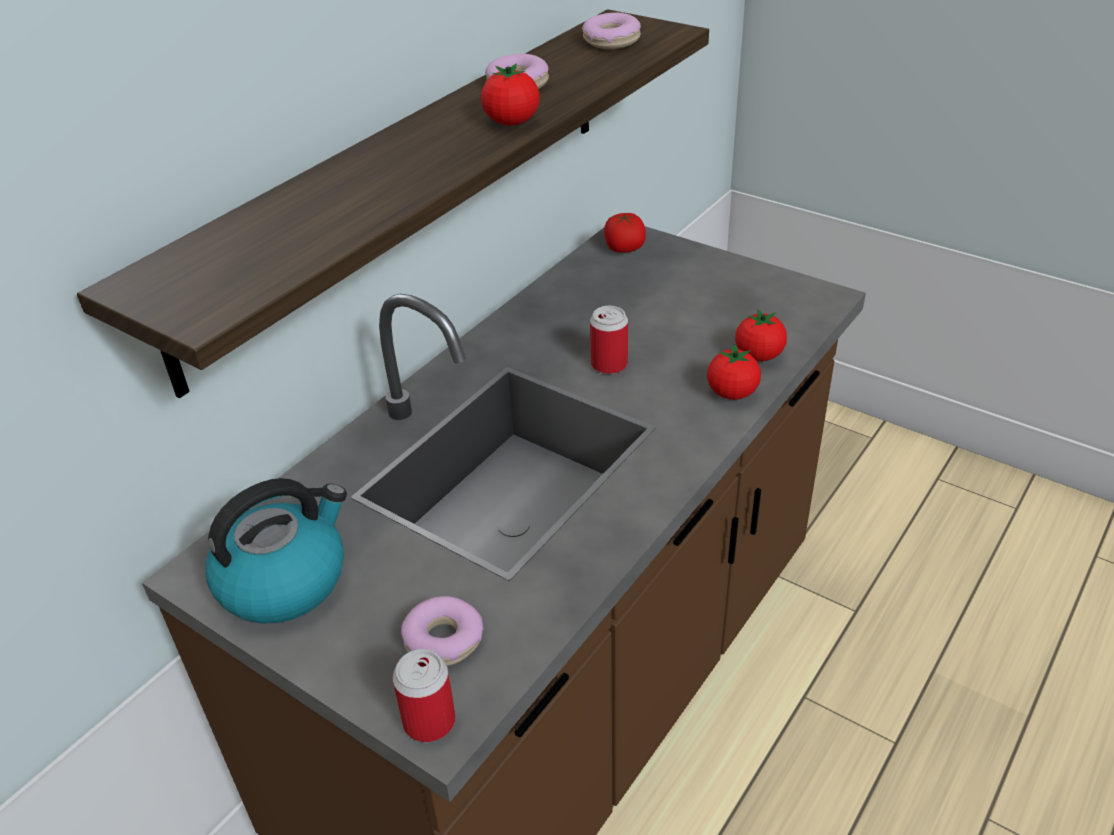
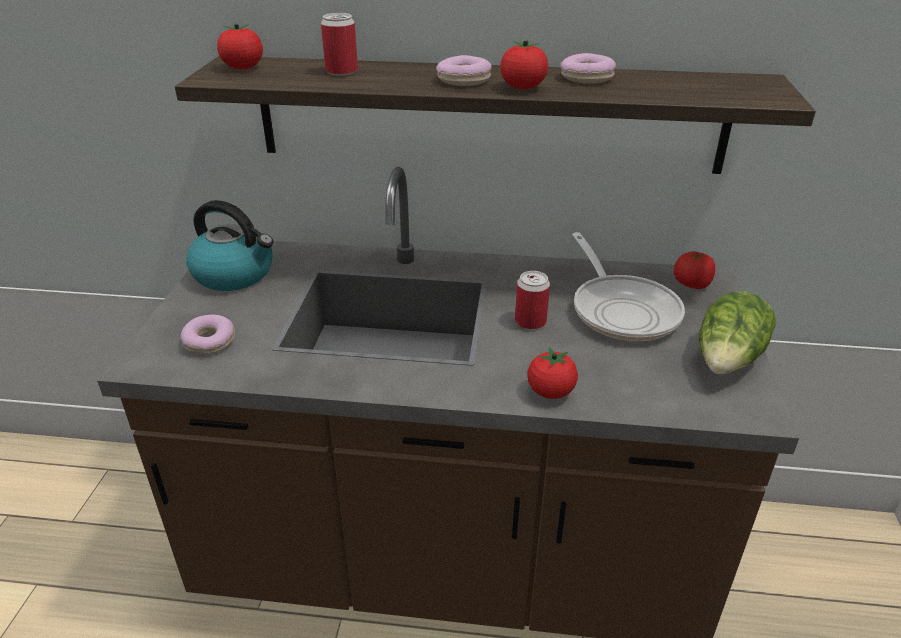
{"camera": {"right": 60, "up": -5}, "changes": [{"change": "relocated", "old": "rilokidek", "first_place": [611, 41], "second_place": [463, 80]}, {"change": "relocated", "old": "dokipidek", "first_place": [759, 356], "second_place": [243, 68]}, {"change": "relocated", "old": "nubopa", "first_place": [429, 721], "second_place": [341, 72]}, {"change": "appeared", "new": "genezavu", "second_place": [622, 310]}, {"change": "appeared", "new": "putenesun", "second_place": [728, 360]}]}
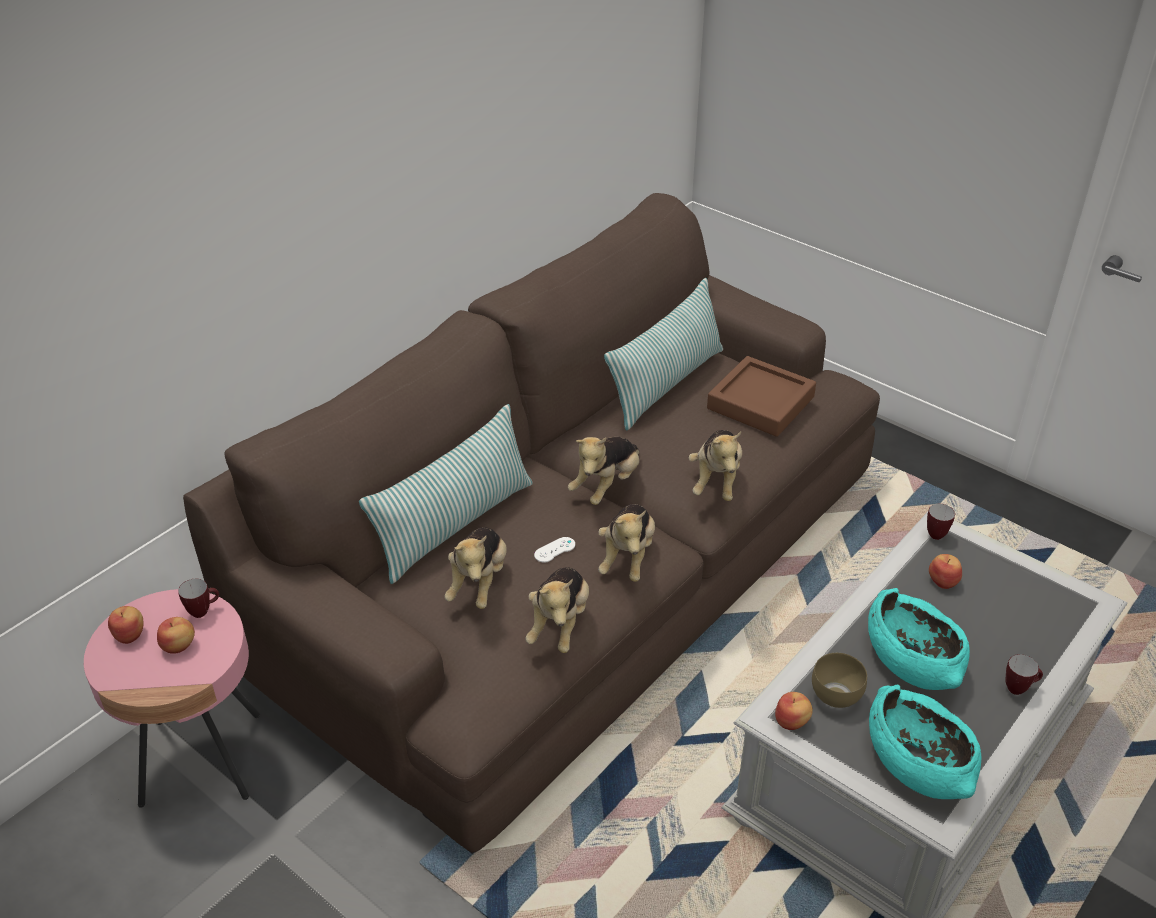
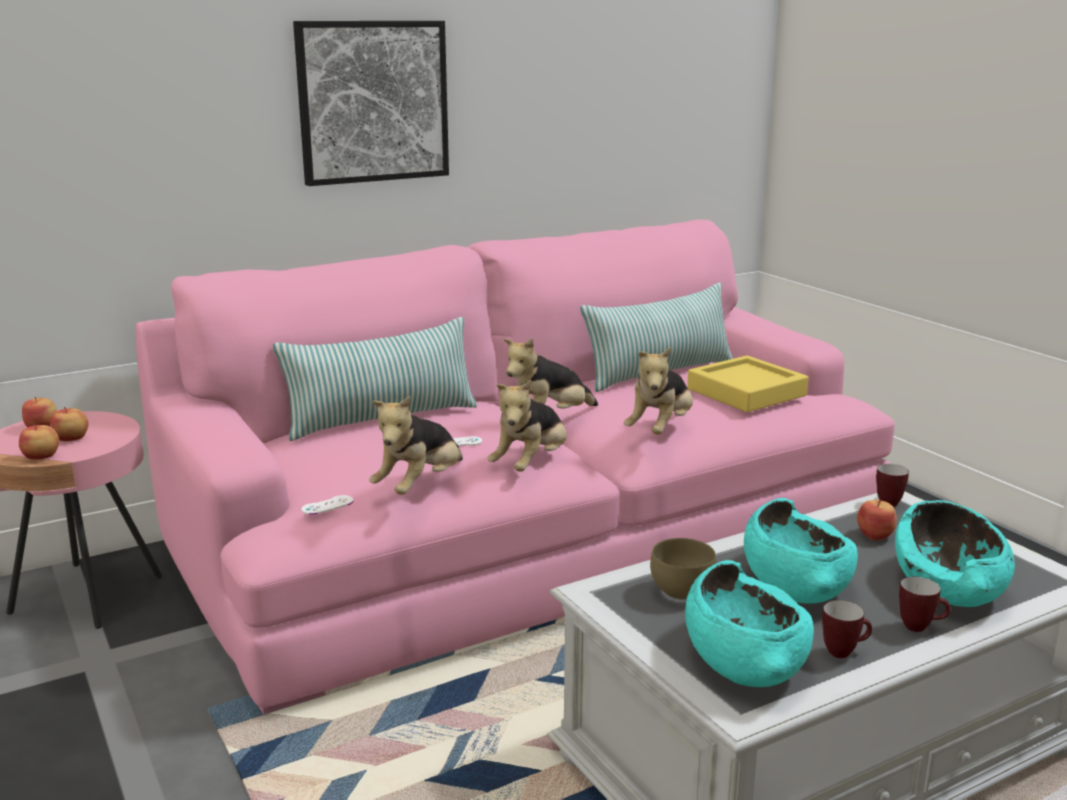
{"camera": {"right": 20, "up": -20}, "changes": [{"change": "colour", "old": "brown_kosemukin", "new": "pink_kosemukin", "first_place": [578, 564], "second_place": [533, 536]}, {"change": "colour", "old": "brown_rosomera", "new": "yellow_rosomera", "first_place": [760, 403], "second_place": [746, 392]}, {"change": "missing", "old": "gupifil", "first_place": [479, 582]}, {"change": "relocated", "old": "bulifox", "first_place": [203, 611], "second_place": [844, 652]}, {"change": "relocated", "old": "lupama", "first_place": [792, 721], "second_place": [41, 457]}, {"change": "appeared", "new": "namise", "second_place": [373, 101]}, {"change": "appeared", "new": "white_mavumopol", "second_place": [327, 505]}, {"change": "appeared", "new": "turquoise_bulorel", "second_place": [949, 586]}]}
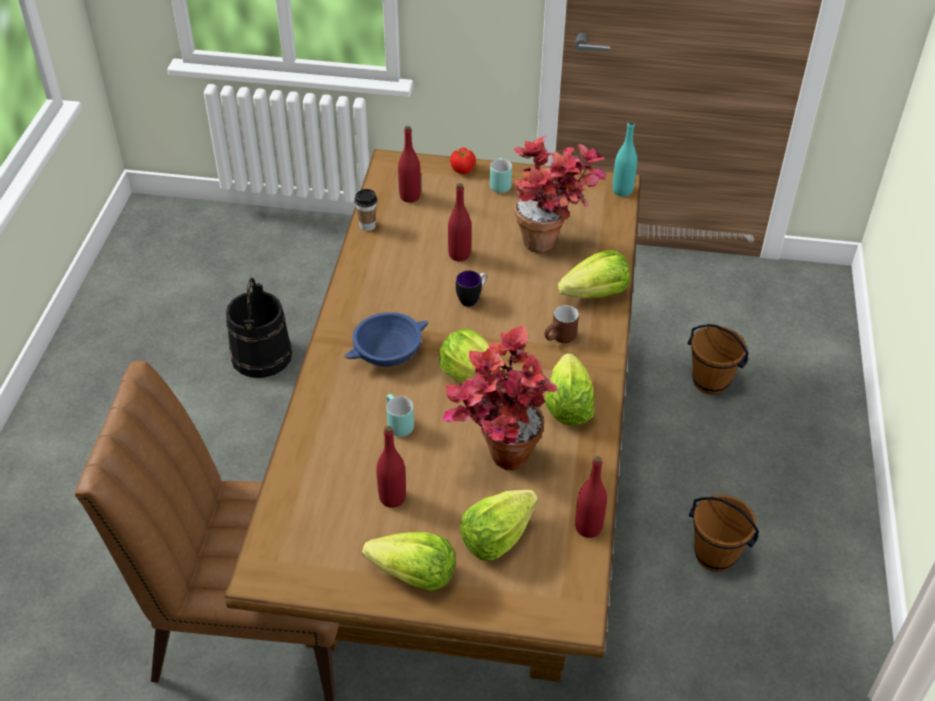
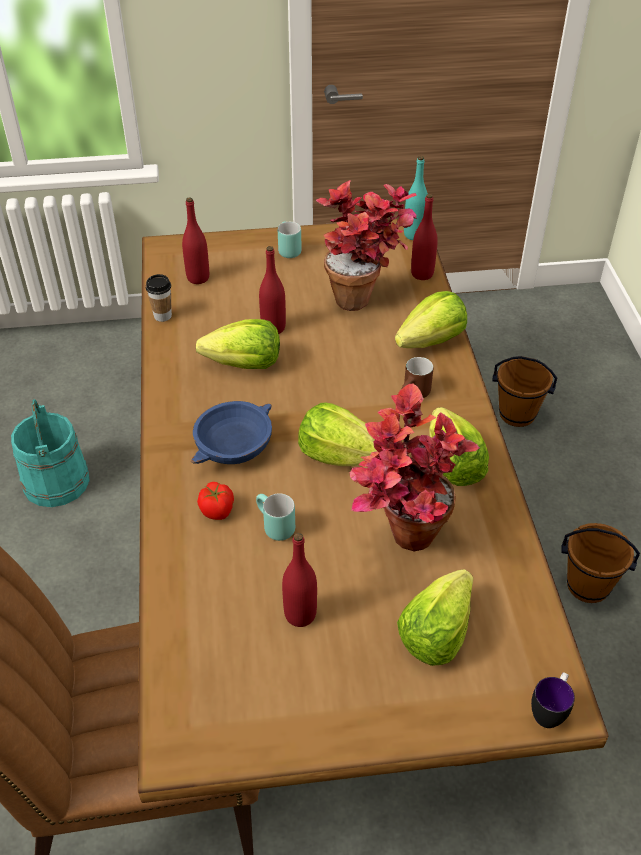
{"camera": {"right": -15, "up": 0}, "changes": [{"change": "relocated", "old": "dokipidek", "first_place": [463, 169], "second_place": [217, 510]}, {"change": "relocated", "old": "bulifox", "first_place": [472, 299], "second_place": [549, 711]}, {"change": "colour", "old": "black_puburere", "new": "turquoise_puburere", "first_place": [261, 355], "second_place": [55, 481]}, {"change": "relocated", "old": "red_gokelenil", "first_place": [588, 527], "second_place": [422, 274]}, {"change": "relocated", "old": "putenesun", "first_place": [414, 575], "second_place": [244, 364]}]}
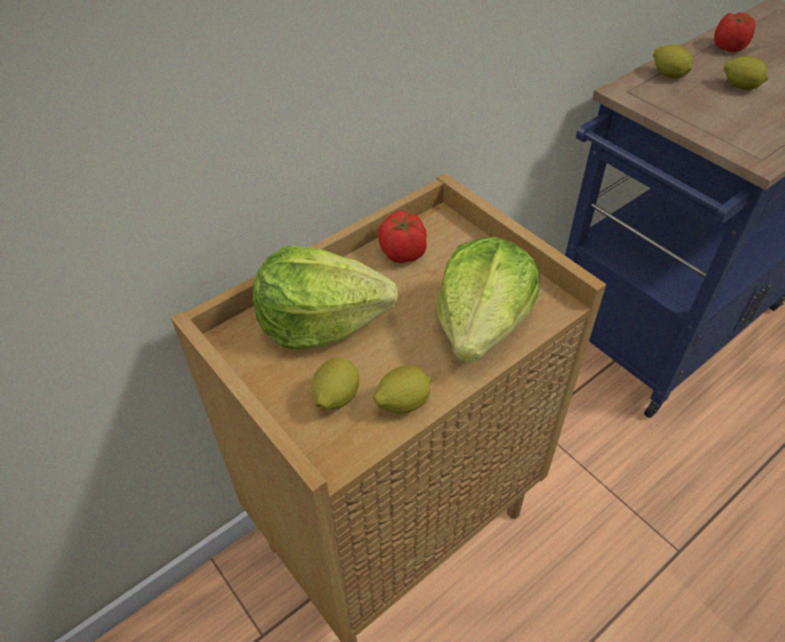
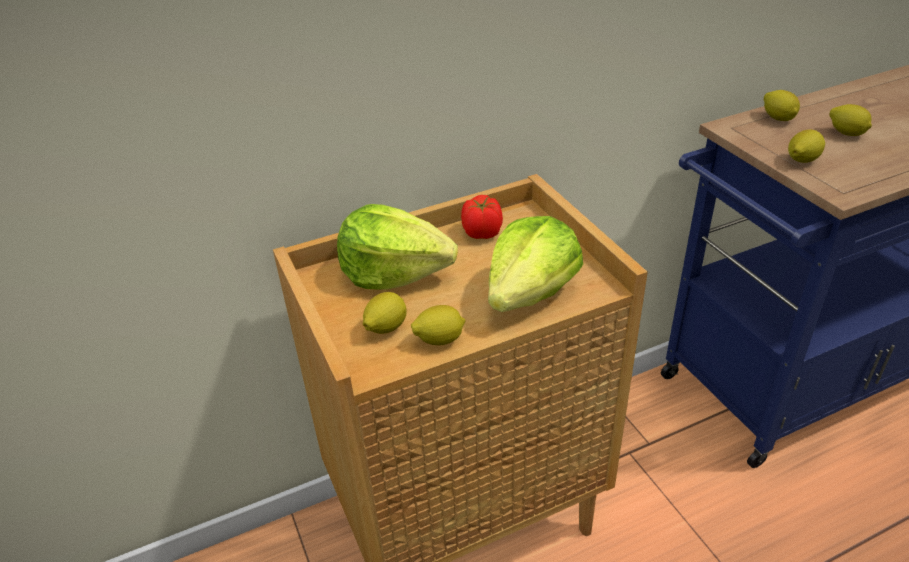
{"camera": {"right": 15, "up": -10}, "changes": [{"change": "missing", "old": "dokipidek", "first_place": [728, 47]}, {"change": "appeared", "new": "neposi", "second_place": [801, 160]}]}
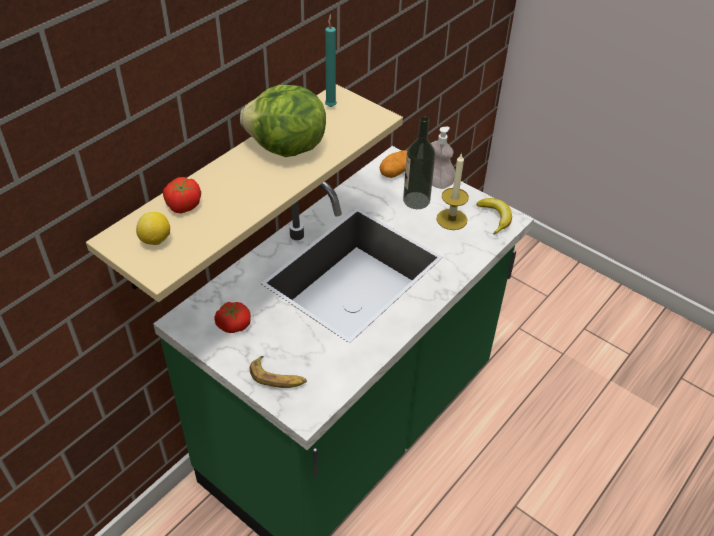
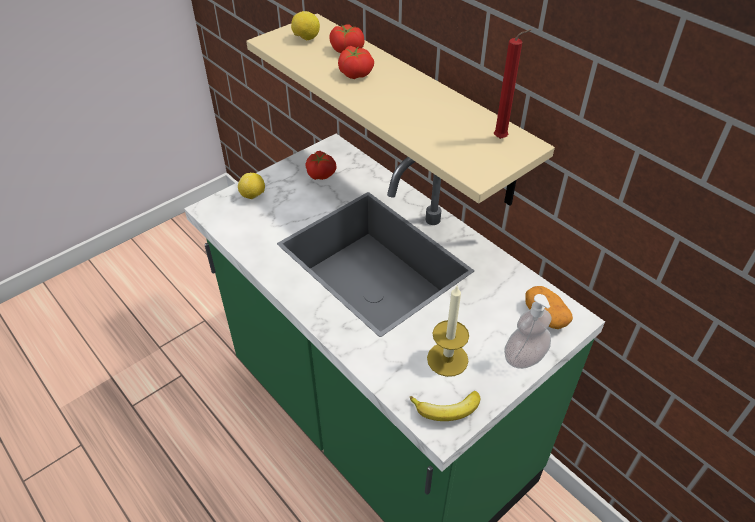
{"camera": {"right": 100, "up": 0}, "changes": [{"change": "colour", "old": "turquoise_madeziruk", "new": "red_madeziruk", "first_place": [331, 106], "second_place": [502, 139]}, {"change": "missing", "old": "putenesun", "first_place": [286, 148]}, {"change": "missing", "old": "gokelenil", "first_place": [416, 200]}, {"change": "exchanged", "old": "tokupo", "new": "neposi", "first_place": [278, 378], "second_place": [253, 196]}, {"change": "appeared", "new": "dokipidek", "second_place": [356, 73]}]}
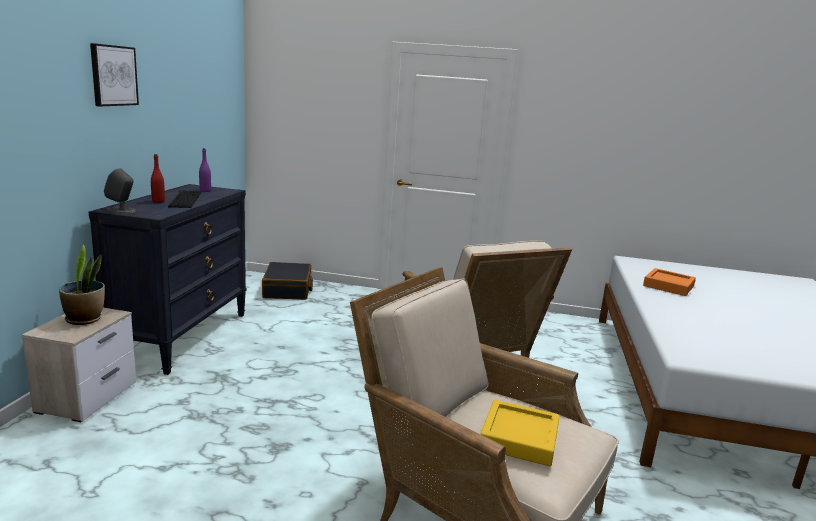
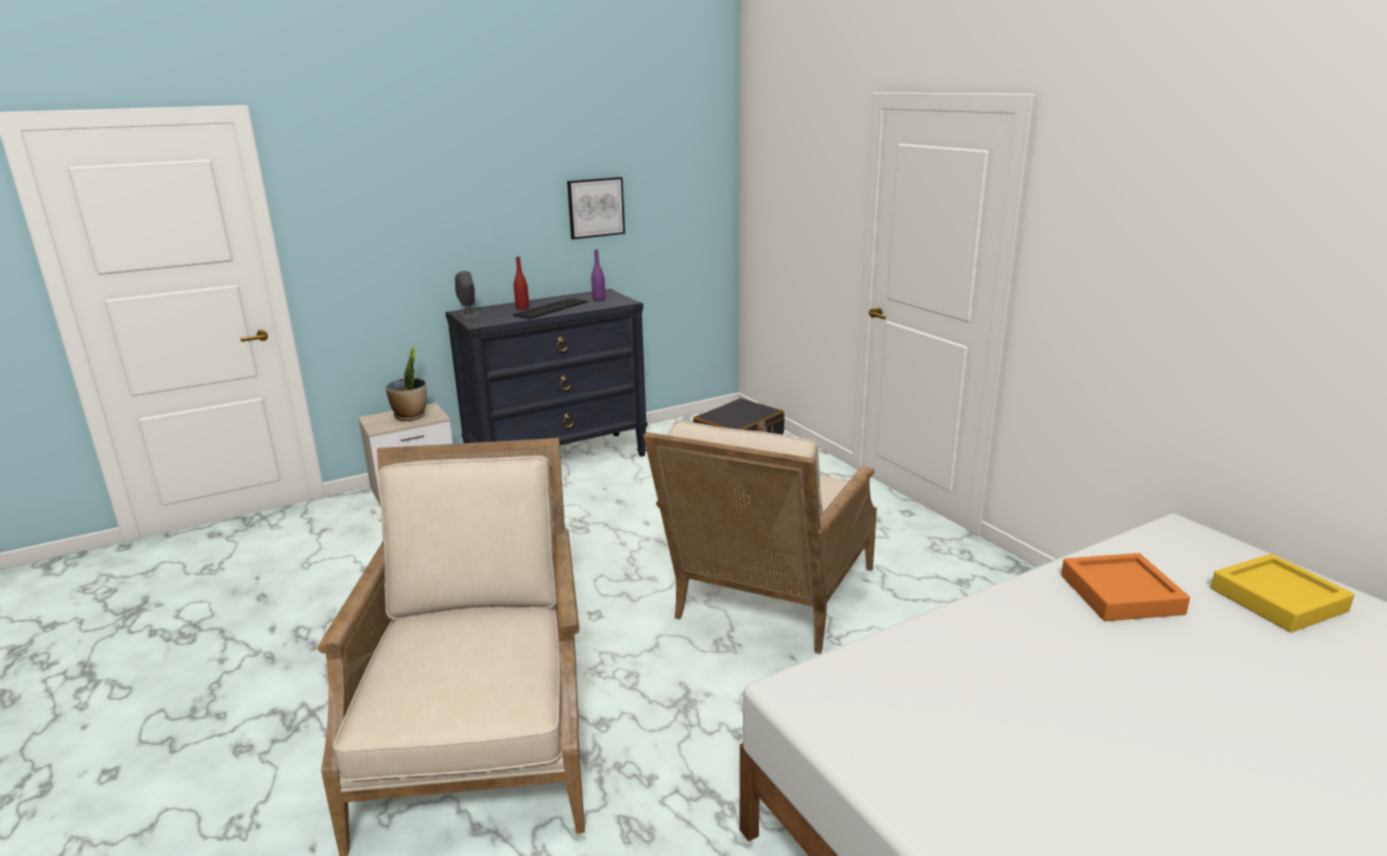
{"camera": {"right": 50, "up": 5}, "changes": [{"change": "relocated", "old": "namise", "first_place": [113, 75], "second_place": [595, 207]}, {"change": "relocated", "old": "yellow_rosomera", "first_place": [519, 438], "second_place": [1277, 600]}]}
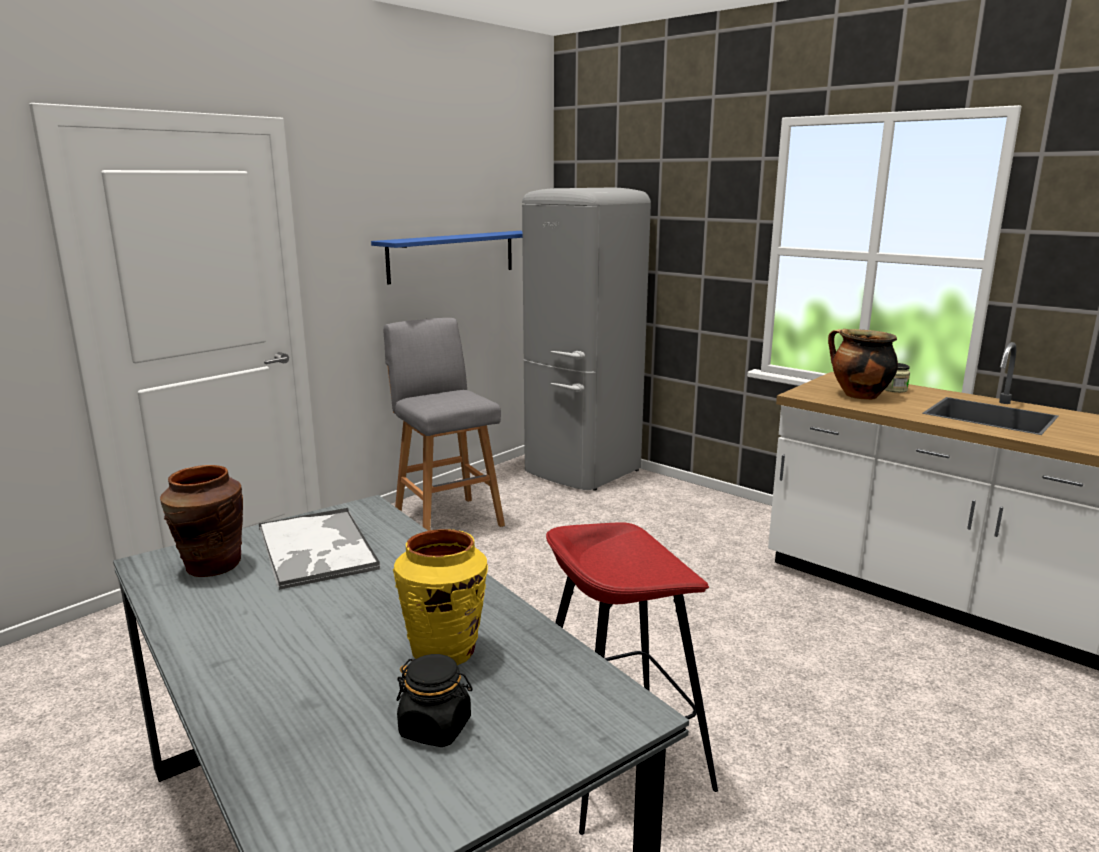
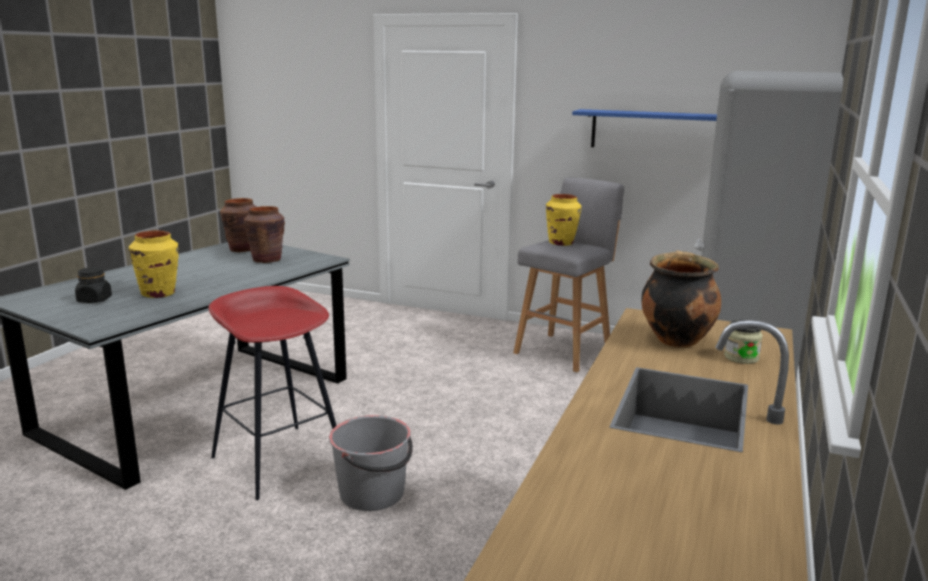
{"camera": {"right": 70, "up": 0}, "changes": [{"change": "exchanged", "old": "rosomera", "new": "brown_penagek", "first_place": [317, 549], "second_place": [267, 260]}, {"change": "appeared", "new": "yellow_penagek", "second_place": [561, 243]}, {"change": "appeared", "new": "grey_puburere", "second_place": [373, 494]}]}
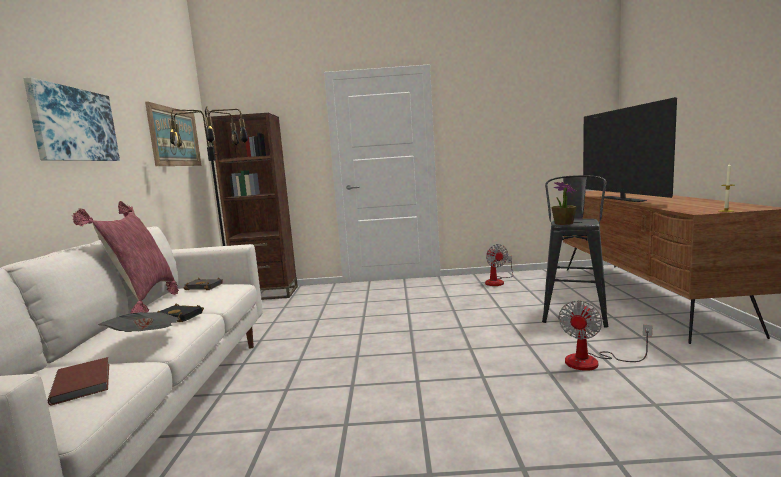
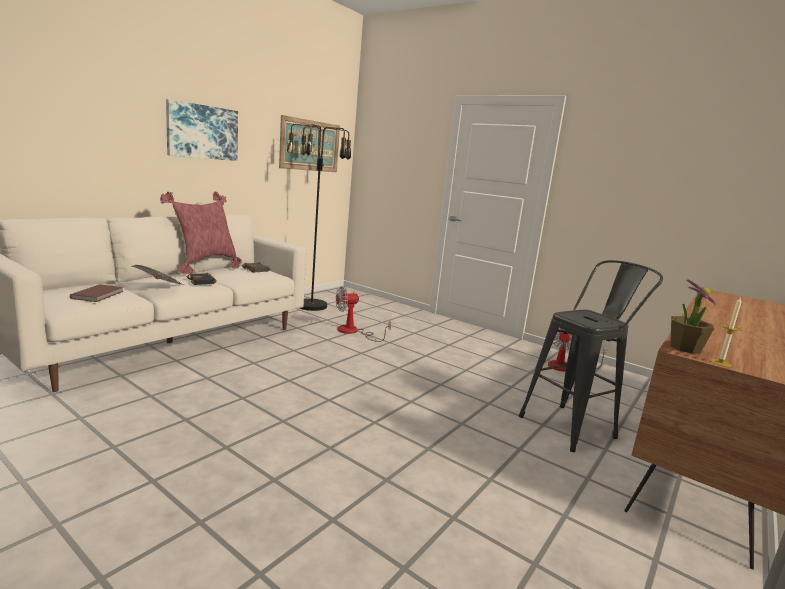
{"camera": {"right": 35, "up": 5}, "changes": [{"change": "missing", "old": "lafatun", "first_place": [622, 199]}, {"change": "missing", "old": "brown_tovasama", "first_place": [267, 294]}, {"change": "relocated", "old": "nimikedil", "first_place": [563, 223], "second_place": [684, 348]}, {"change": "relocated", "old": "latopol", "first_place": [593, 361], "second_place": [354, 332]}]}
